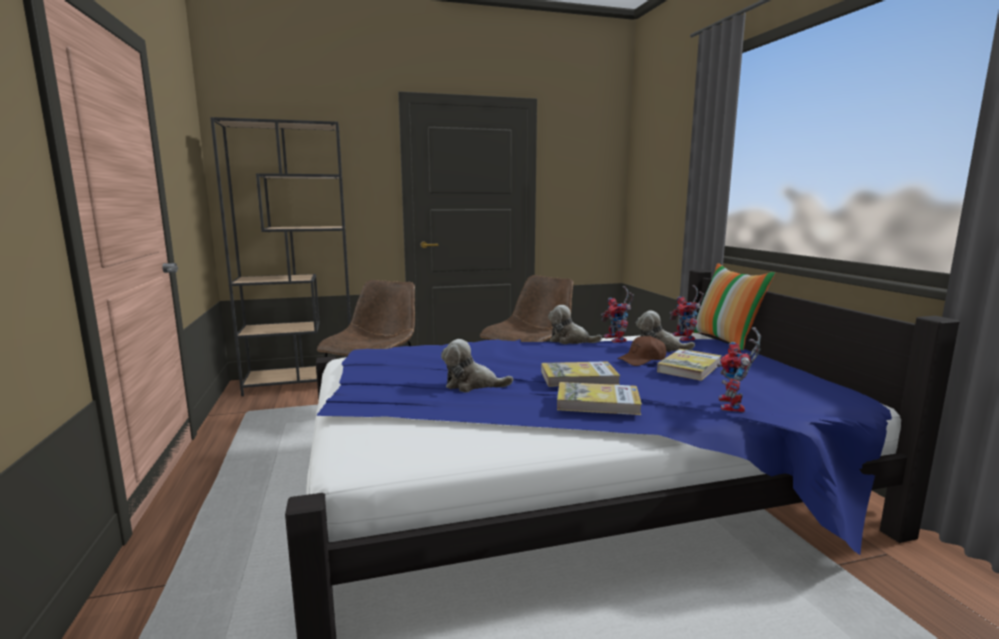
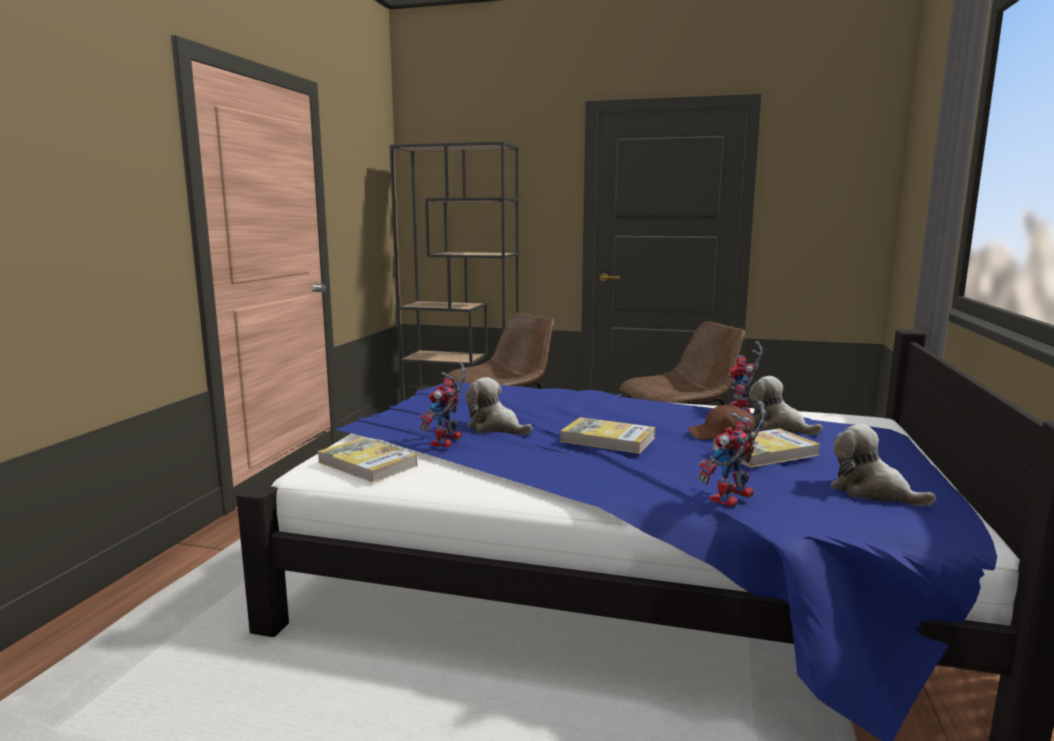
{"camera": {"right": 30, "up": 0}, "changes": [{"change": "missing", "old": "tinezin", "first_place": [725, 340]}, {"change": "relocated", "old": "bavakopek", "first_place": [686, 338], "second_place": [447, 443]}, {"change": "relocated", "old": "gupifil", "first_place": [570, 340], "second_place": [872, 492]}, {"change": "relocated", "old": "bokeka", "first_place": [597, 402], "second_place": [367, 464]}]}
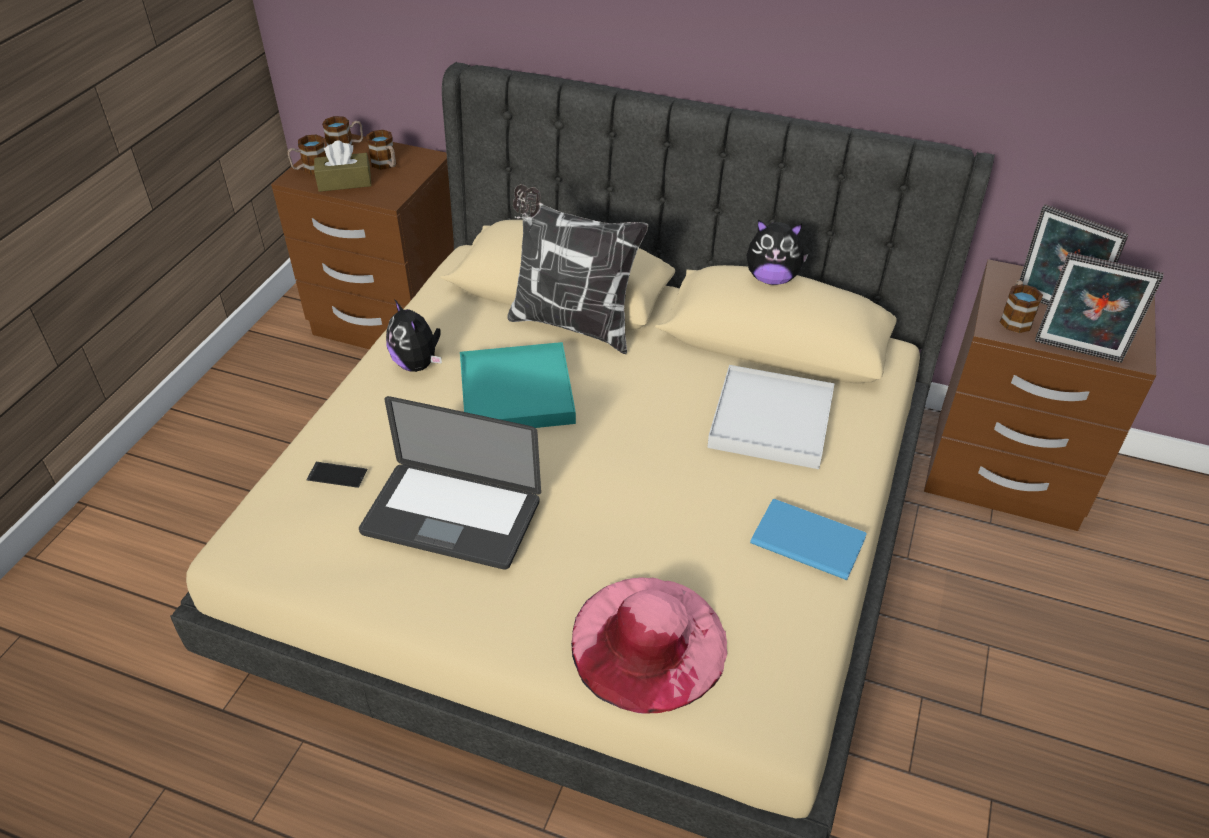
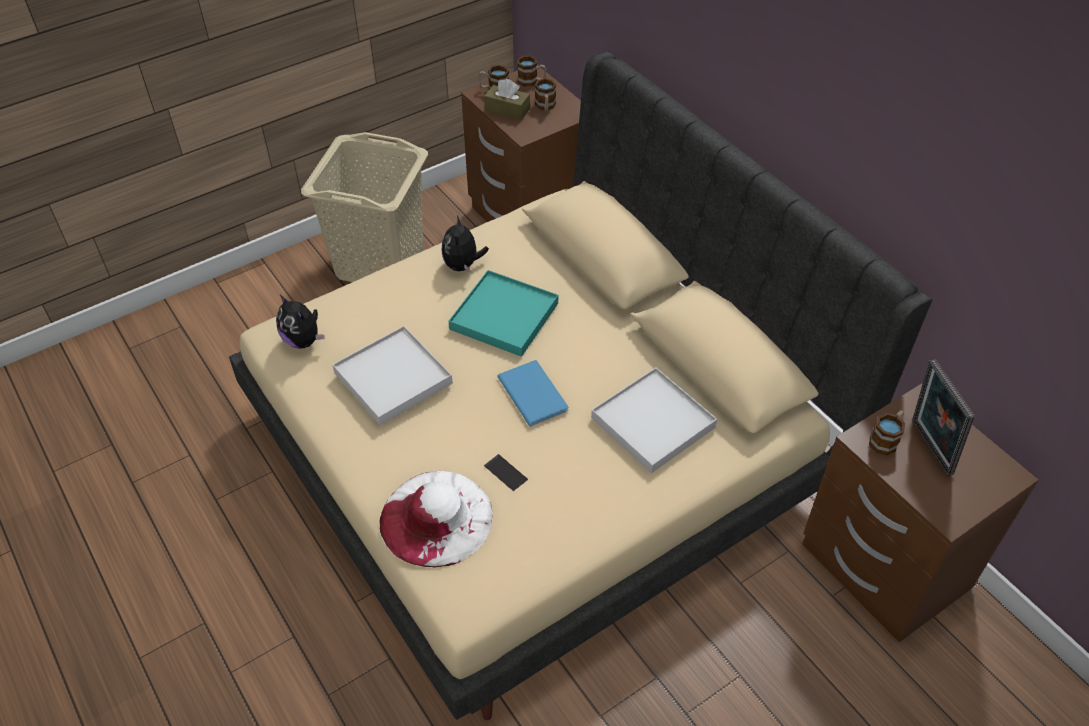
{"camera": {"right": 35, "up": 5}, "changes": [{"change": "missing", "old": "tinezin", "first_place": [572, 323]}, {"change": "relocated", "old": "gupifil", "first_place": [772, 279], "second_place": [303, 340]}, {"change": "missing", "old": "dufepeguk", "first_place": [1077, 353]}, {"change": "exchanged", "old": "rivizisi", "new": "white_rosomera", "first_place": [451, 517], "second_place": [393, 378]}, {"change": "relocated", "old": "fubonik", "first_place": [337, 475], "second_place": [505, 472]}, {"change": "relocated", "old": "blue_bokeka", "first_place": [806, 538], "second_place": [533, 392]}, {"change": "colour", "old": "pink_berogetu", "new": "white_berogetu", "first_place": [648, 642], "second_place": [436, 518]}, {"change": "appeared", "new": "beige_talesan", "second_place": [379, 263]}]}
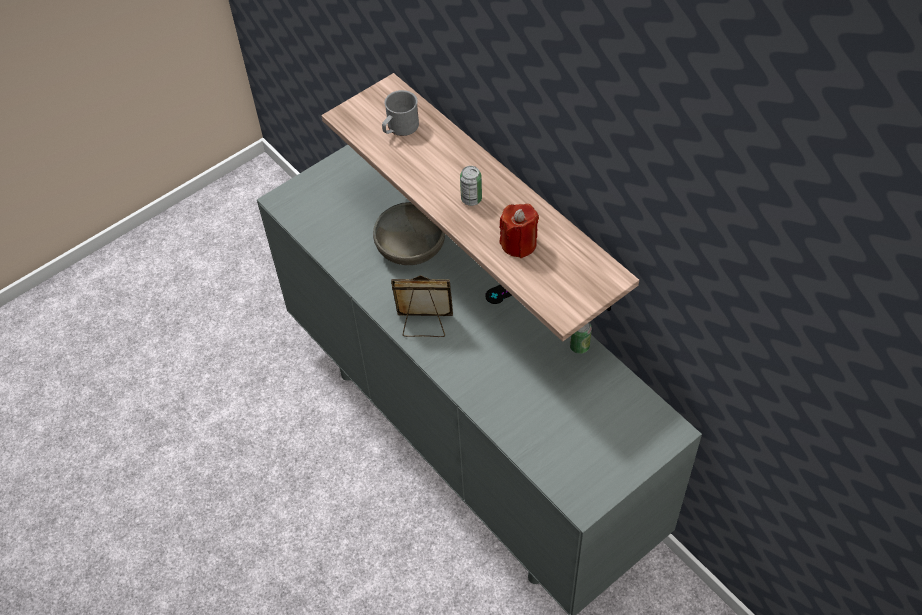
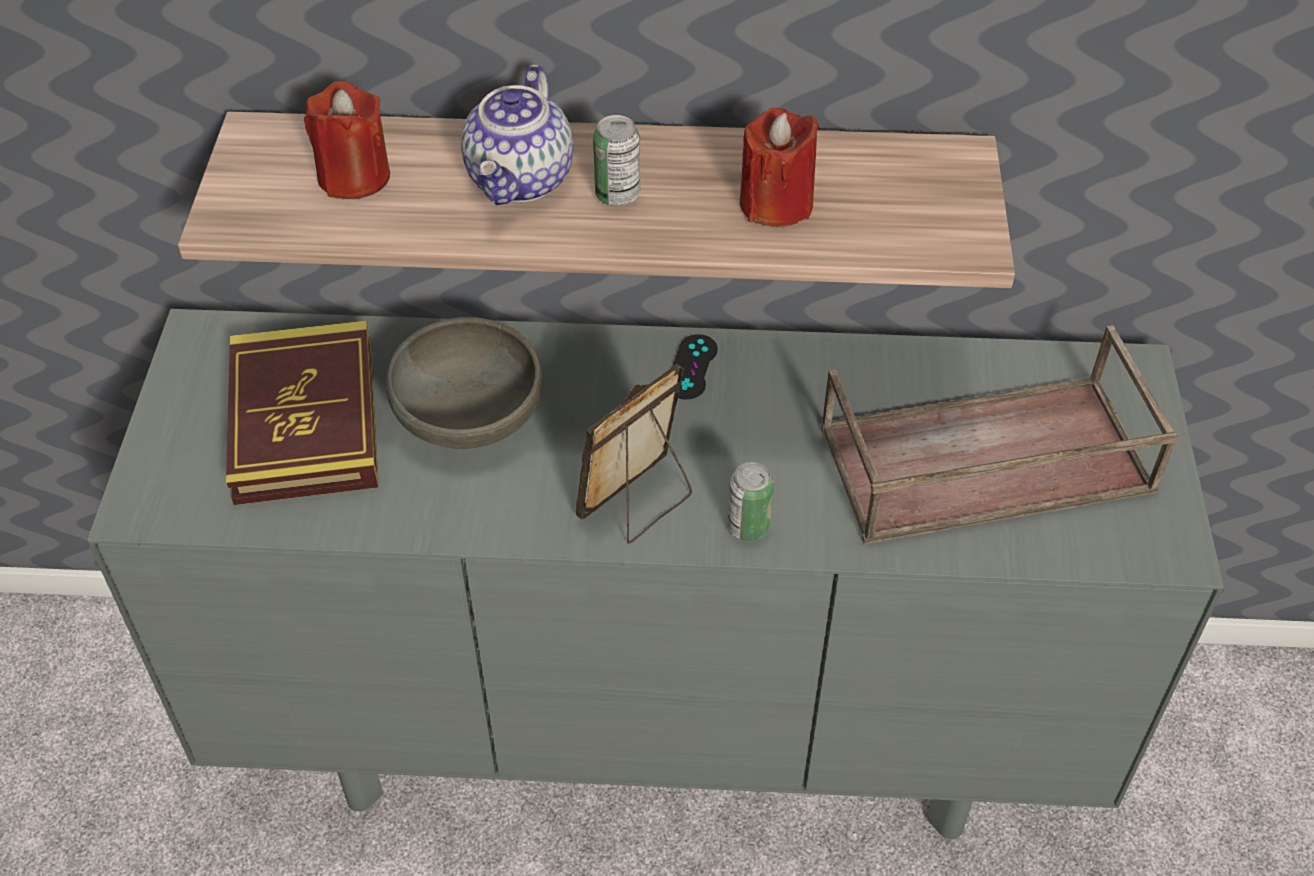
{"camera": {"right": -50, "up": -5}, "changes": [{"change": "exchanged", "old": "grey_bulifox", "new": "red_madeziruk", "first_place": [399, 128], "second_place": [354, 177]}, {"change": "relocated", "old": "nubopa", "first_place": [579, 346], "second_place": [748, 527]}, {"change": "appeared", "new": "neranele", "second_place": [521, 180]}, {"change": "appeared", "new": "bokeka", "second_place": [305, 420]}, {"change": "appeared", "new": "brown_rosomera", "second_place": [983, 463]}]}
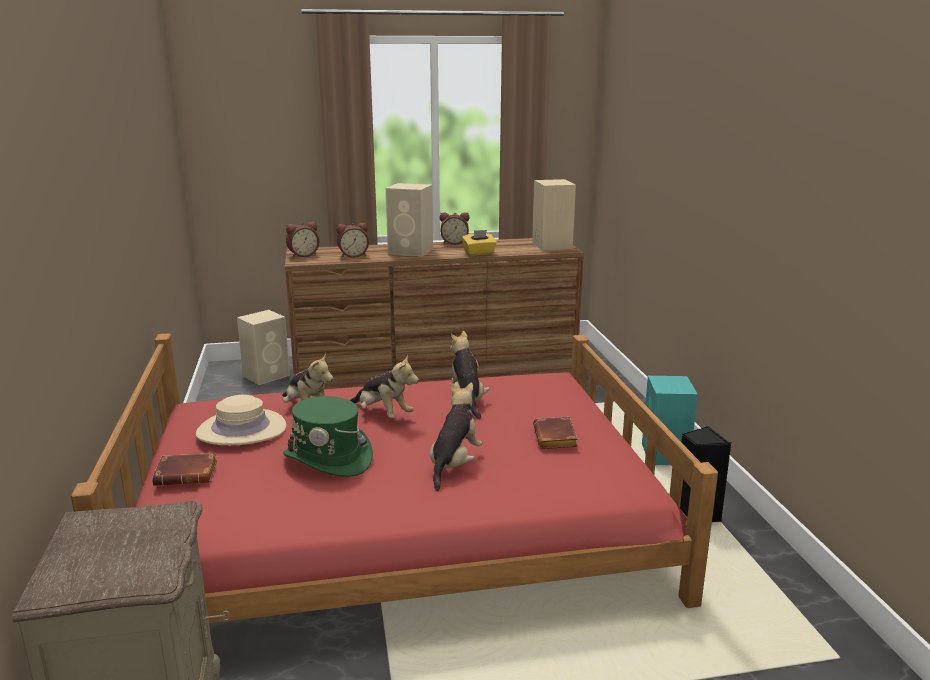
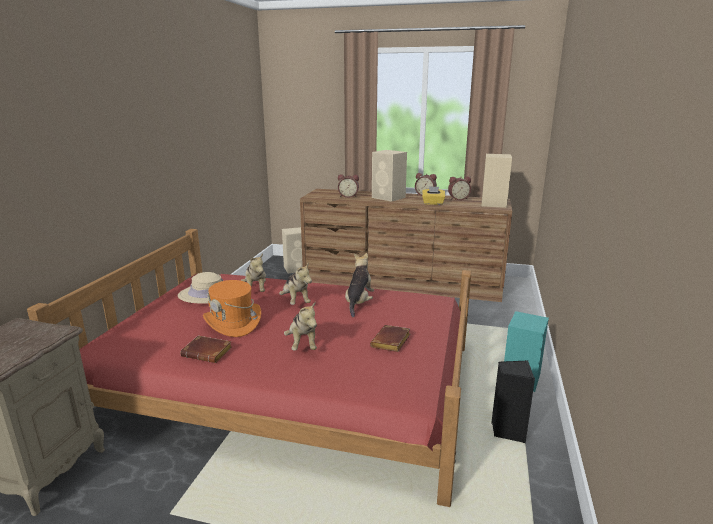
{"camera": {"right": 25, "up": 0}, "changes": [{"change": "relocated", "old": "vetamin", "first_place": [303, 255], "second_place": [458, 199]}, {"change": "spun", "old": "gupifil", "first_place": [454, 464], "second_place": [303, 344], "degrees": 120}, {"change": "colour", "old": "green_berogetu", "new": "orange_berogetu", "first_place": [328, 459], "second_place": [233, 323]}, {"change": "relocated", "old": "brown_bokeka", "first_place": [188, 474], "second_place": [209, 353]}]}
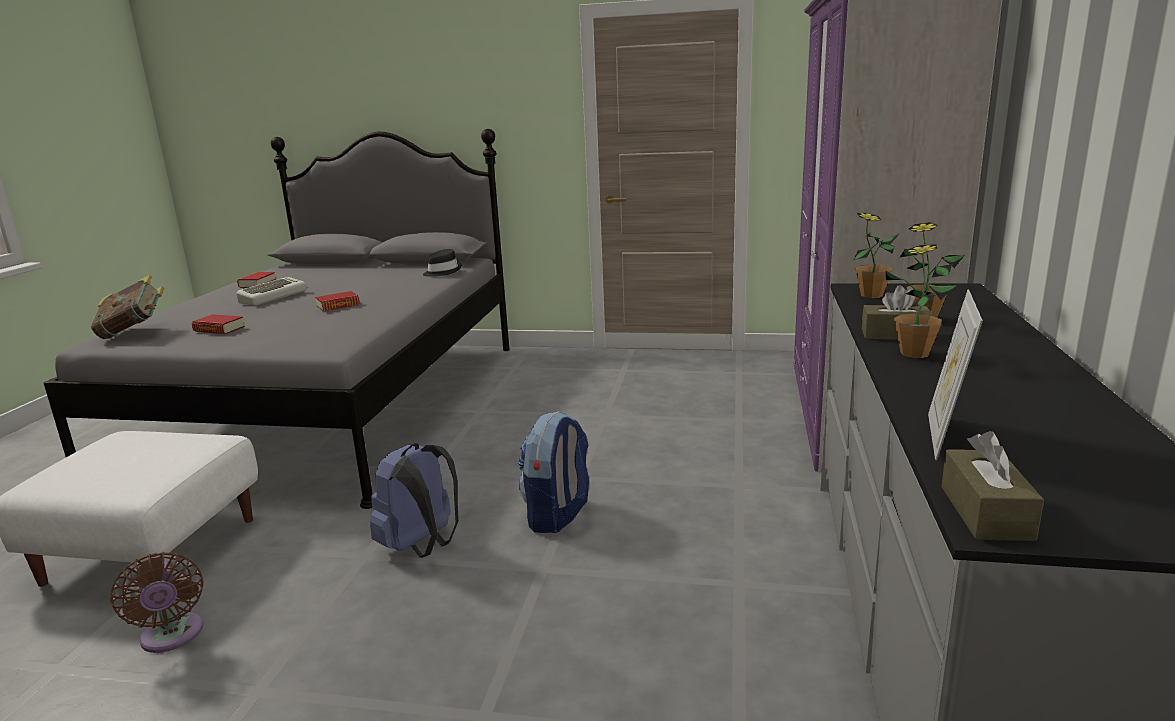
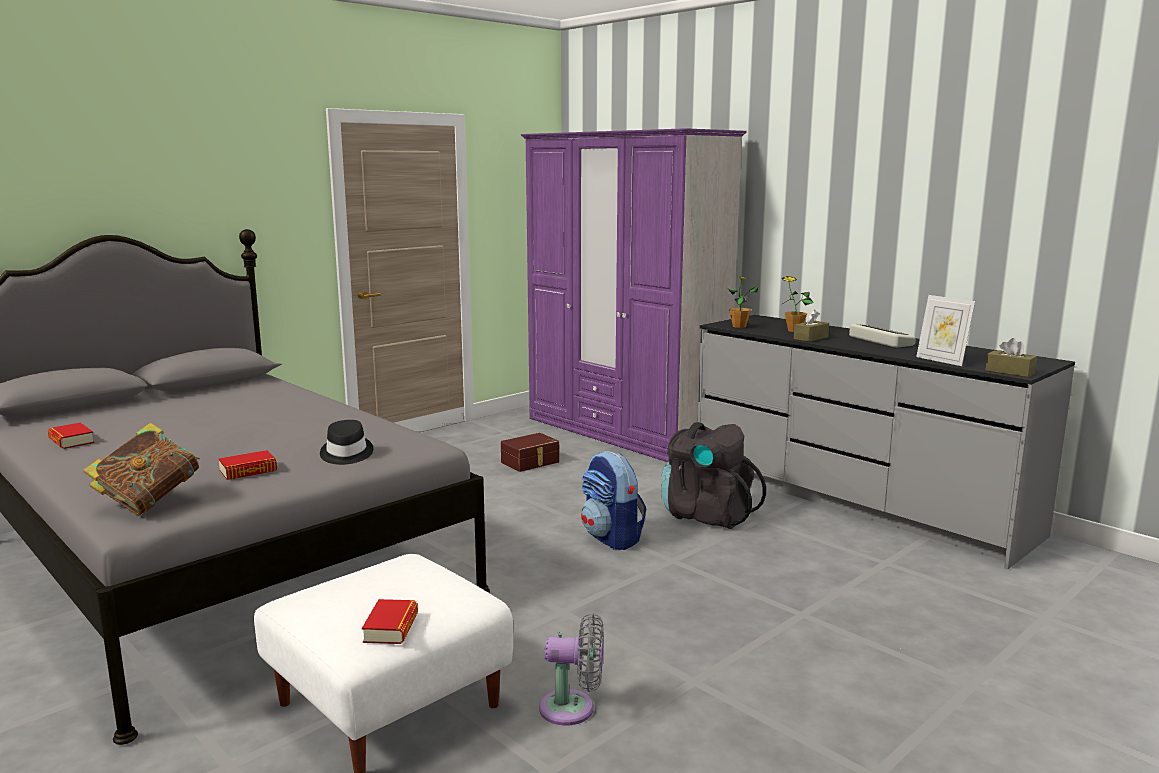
{"camera": {"right": -55, "up": -5}, "changes": [{"change": "missing", "old": "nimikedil", "first_place": [914, 353]}, {"change": "relocated", "old": "black_berogetu", "first_place": [442, 272], "second_place": [346, 454]}, {"change": "relocated", "old": "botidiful", "first_place": [273, 296], "second_place": [879, 341]}, {"change": "relocated", "old": "bokeka", "first_place": [338, 305], "second_place": [391, 628]}, {"change": "missing", "old": "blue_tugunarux", "first_place": [421, 546]}, {"change": "colour", "old": "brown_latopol", "new": "grey_latopol", "first_place": [172, 637], "second_place": [573, 709]}, {"change": "appeared", "new": "black_tugunarux", "second_place": [706, 515]}, {"change": "appeared", "new": "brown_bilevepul", "second_place": [531, 462]}]}
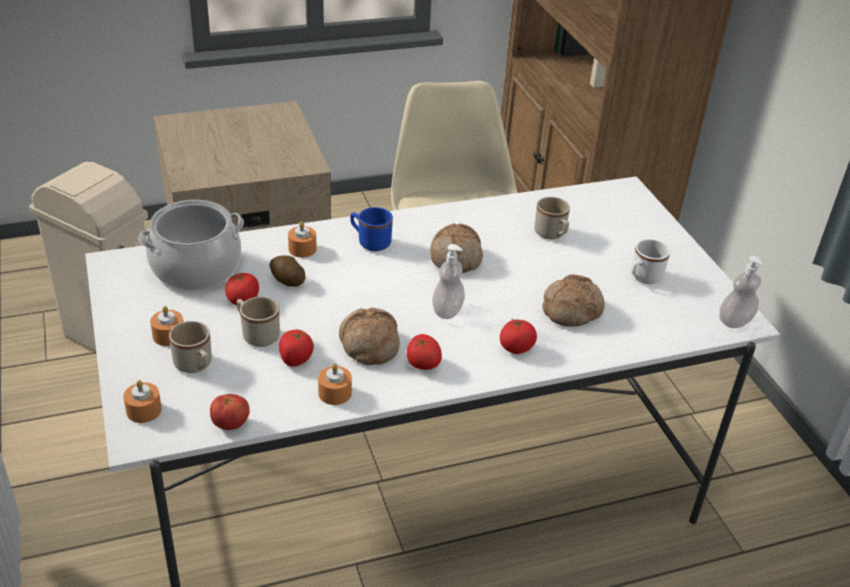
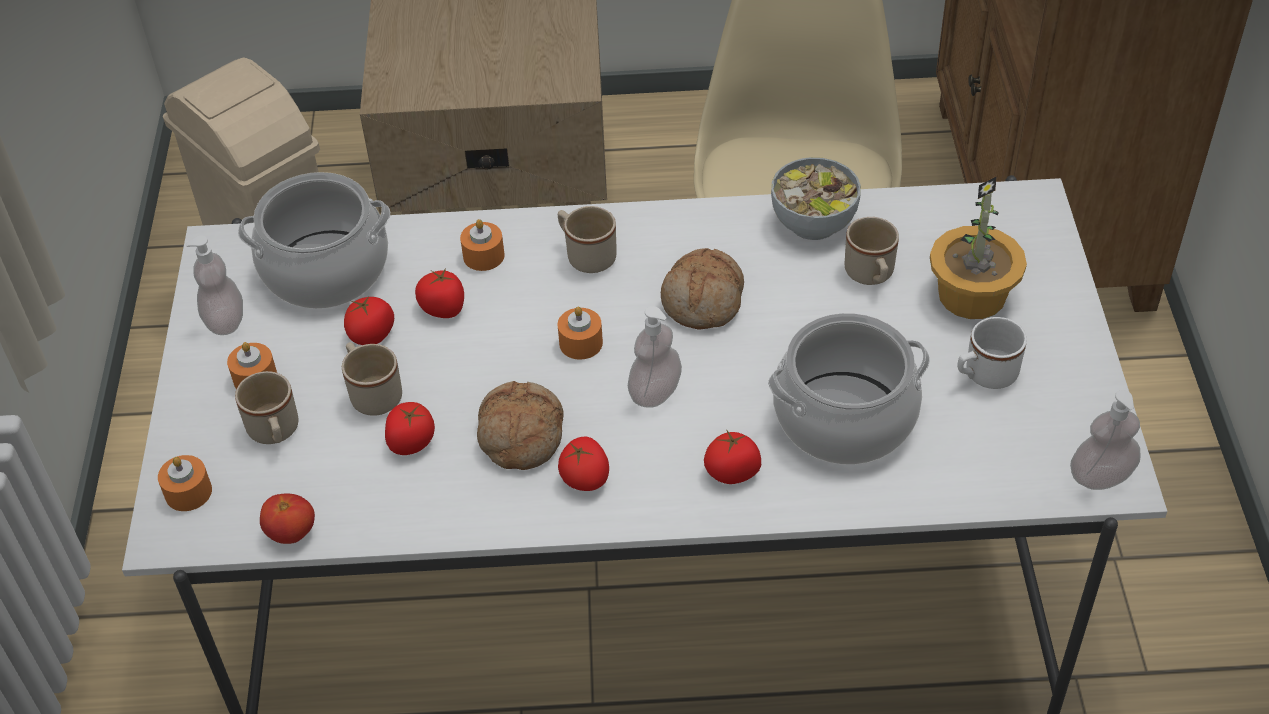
{"camera": {"right": 20, "up": 10}, "changes": [{"change": "colour", "old": "blue_bulifox", "new": "beige_bulifox", "first_place": [370, 242], "second_place": [586, 255]}, {"change": "exchanged", "old": "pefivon", "new": "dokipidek", "first_place": [287, 280], "second_place": [443, 308]}, {"change": "exchanged", "old": "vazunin", "new": "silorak", "first_place": [571, 310], "second_place": [844, 417]}, {"change": "relocated", "old": "orange_madeziruk", "first_place": [335, 393], "second_place": [581, 343]}, {"change": "appeared", "new": "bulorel", "second_place": [814, 222]}, {"change": "appeared", "new": "nimikedil", "second_place": [973, 295]}, {"change": "appeared", "new": "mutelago", "second_place": [225, 321]}]}
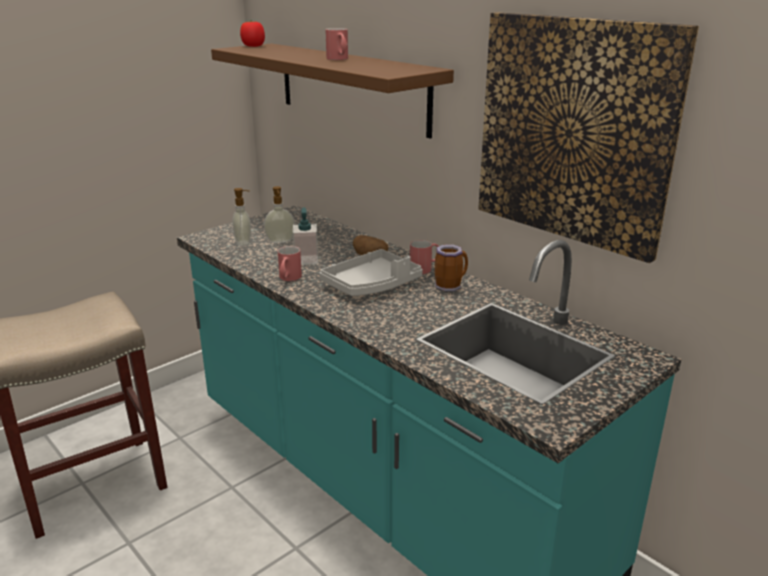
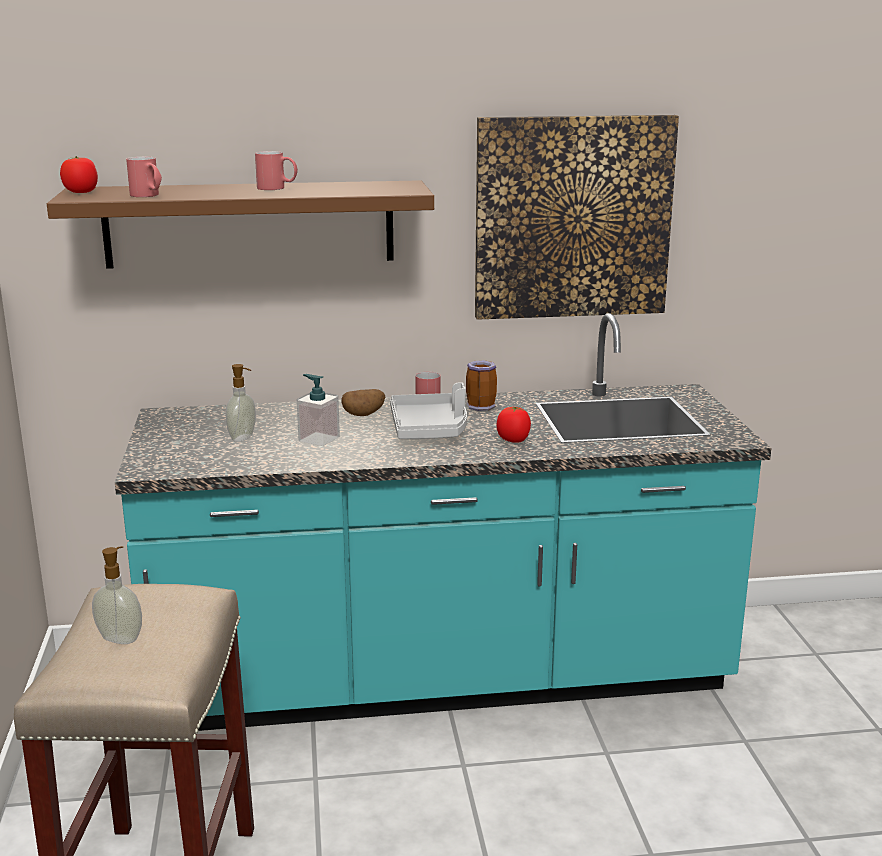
{"camera": {"right": -55, "up": -5}, "changes": [{"change": "relocated", "old": "mutelago", "first_place": [244, 243], "second_place": [121, 638]}, {"change": "relocated", "old": "red_bulifox", "first_place": [288, 279], "second_place": [148, 196]}, {"change": "appeared", "new": "dokipidek", "second_place": [513, 440]}]}
